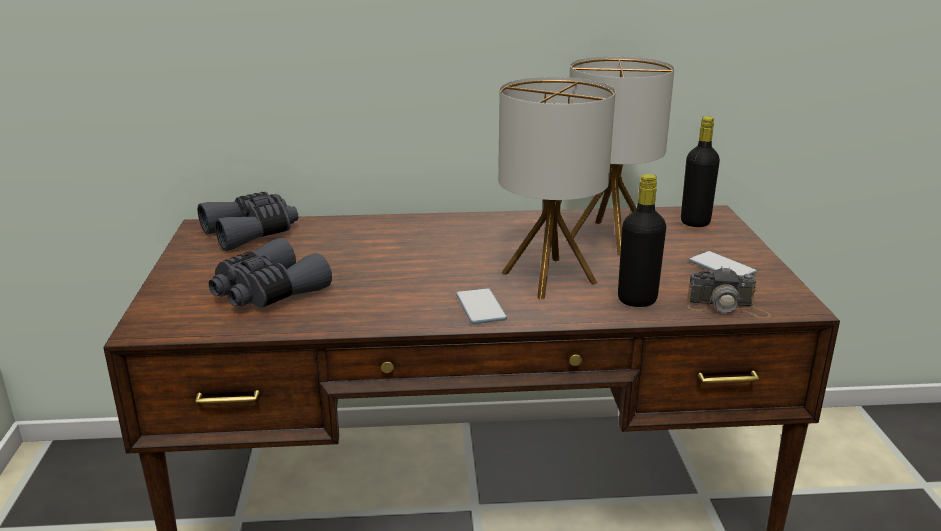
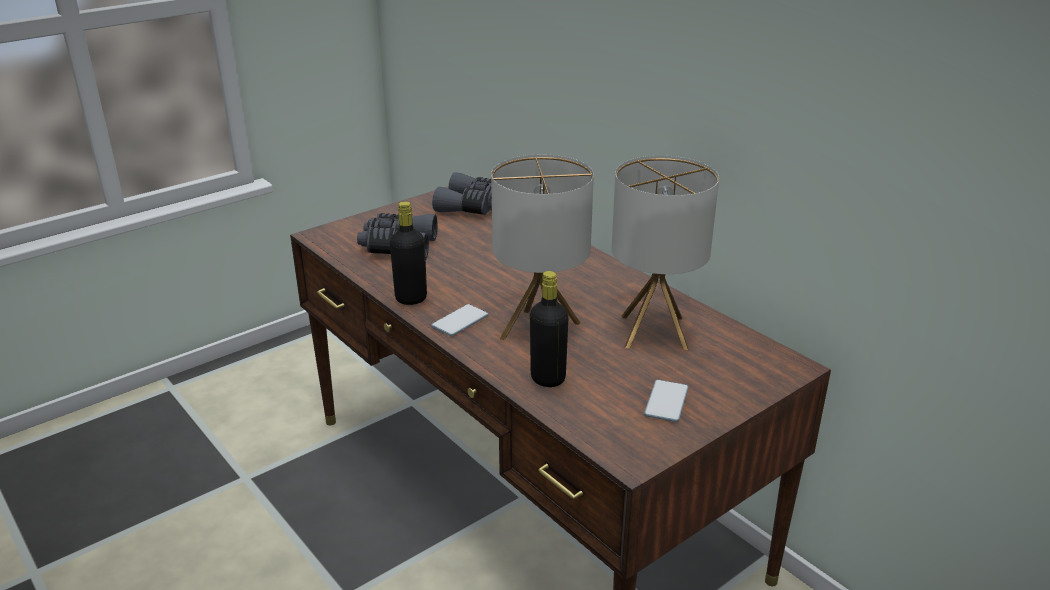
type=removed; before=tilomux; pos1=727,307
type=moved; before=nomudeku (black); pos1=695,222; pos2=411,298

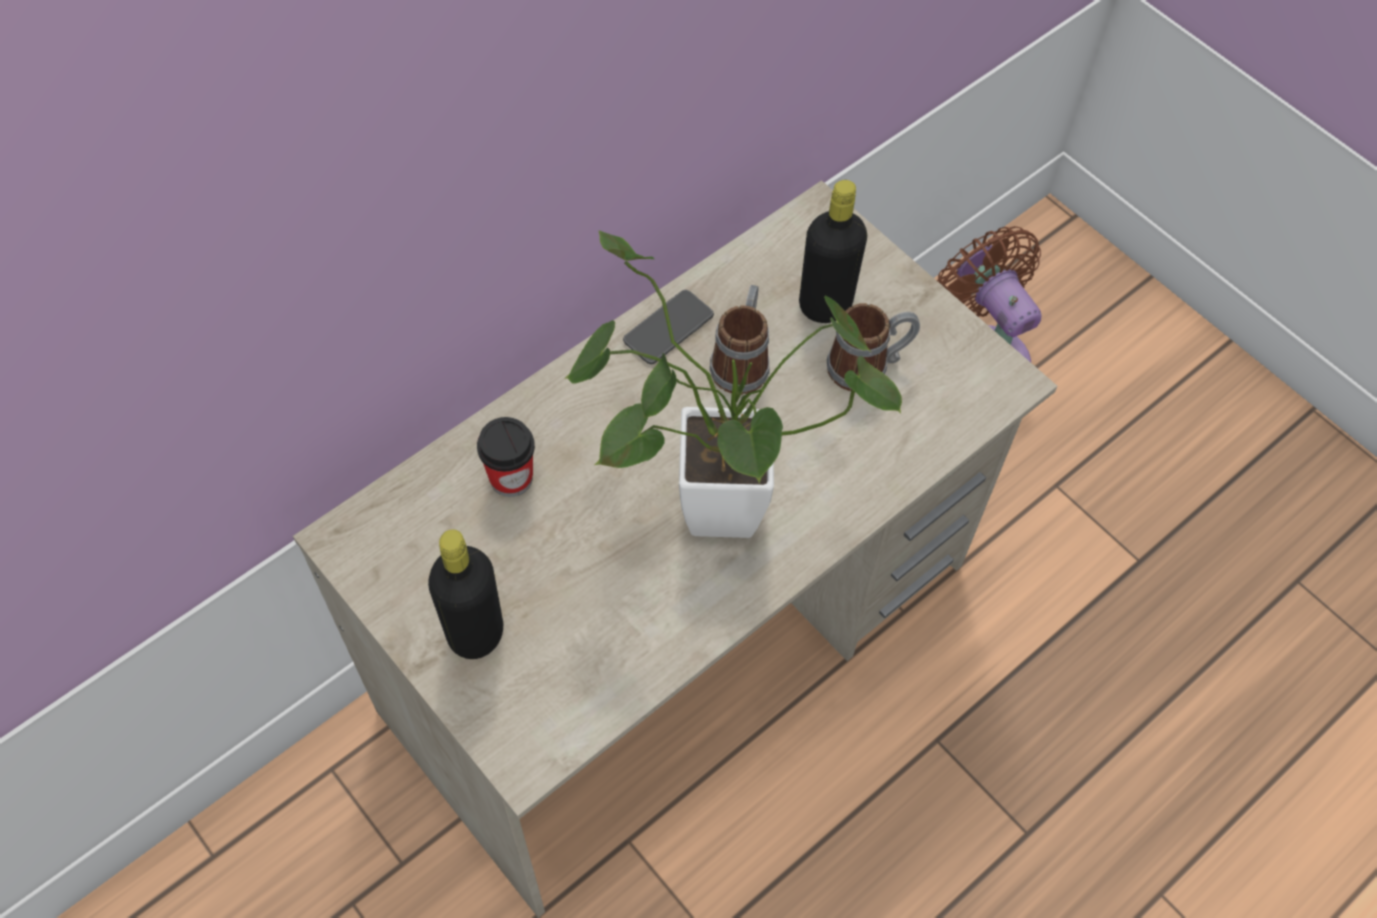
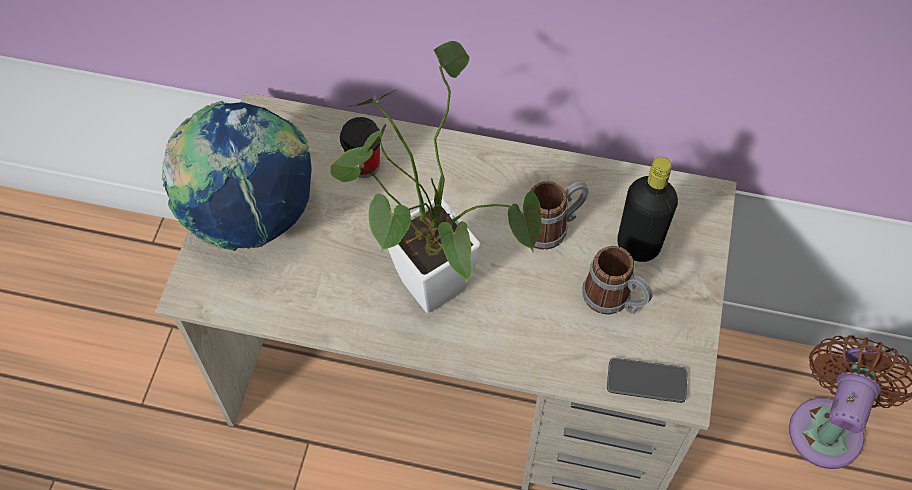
type=moved; before=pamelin; pos1=668,328; pos2=646,381
type=replaced; before=nomudeku (black); after=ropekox; pos1=475,633; pos2=251,215

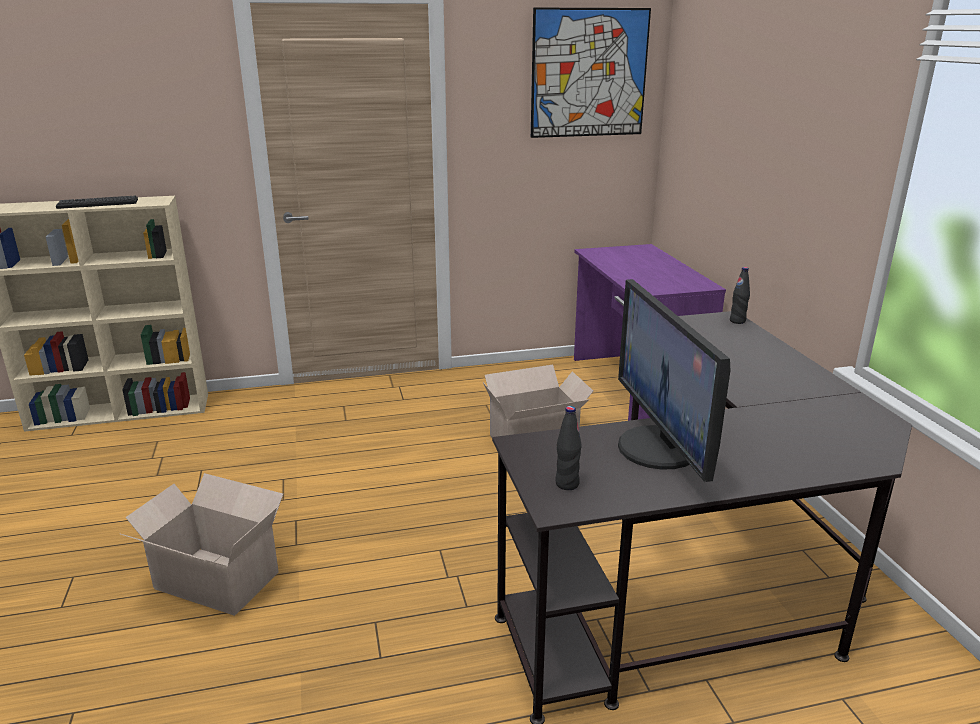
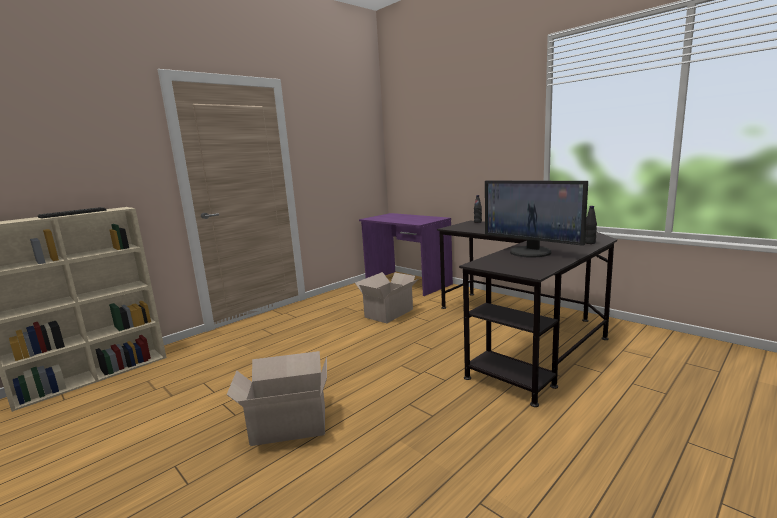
type=removed; before=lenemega; pos1=589,73
type=moved; before=nomudeku (black); pos1=567,484; pos2=589,243

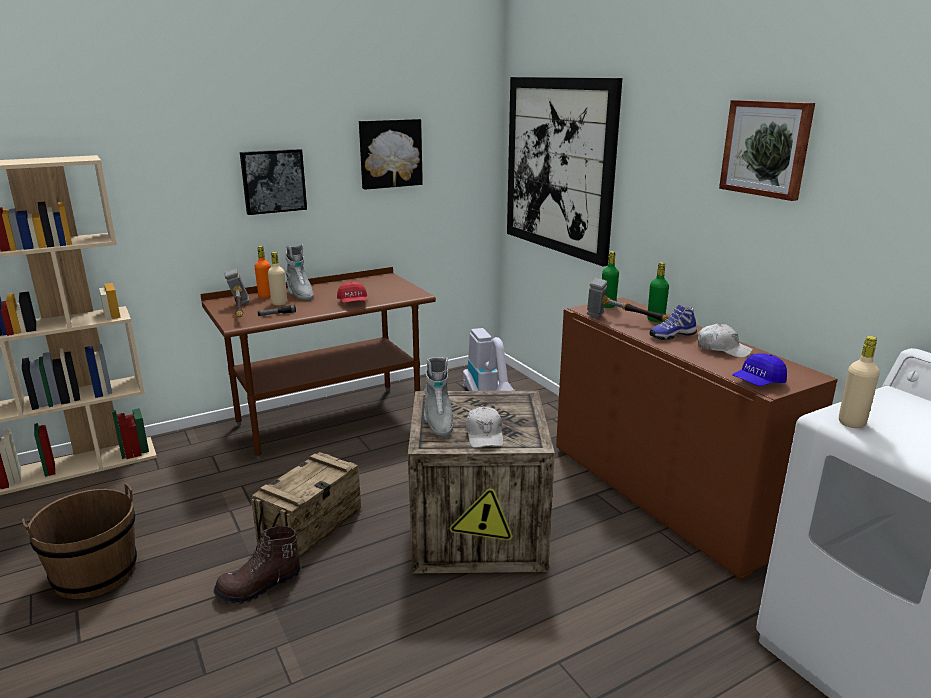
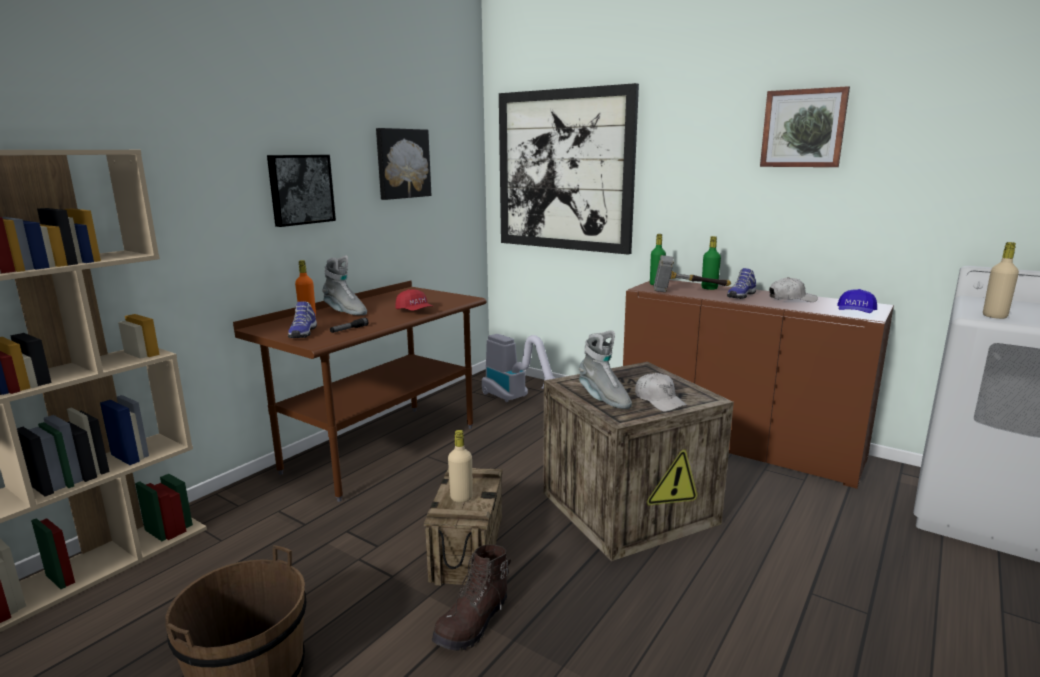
type=moved; before=nomudeku (beige); pos1=279,303; pos2=461,497
type=replaced; before=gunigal; after=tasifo; pos1=240,312; pos2=302,333

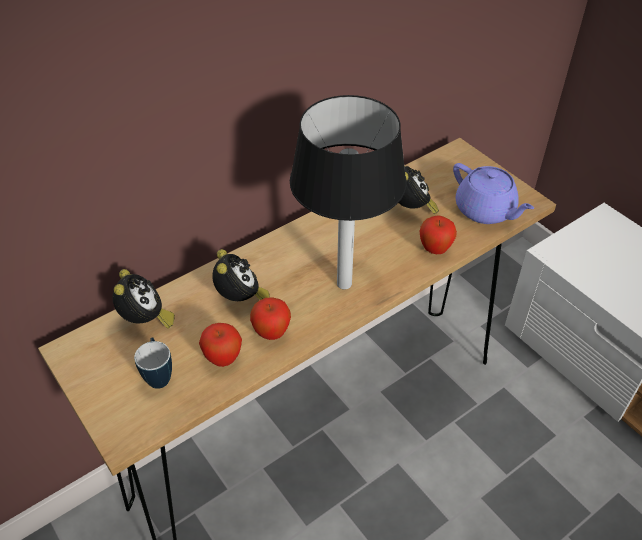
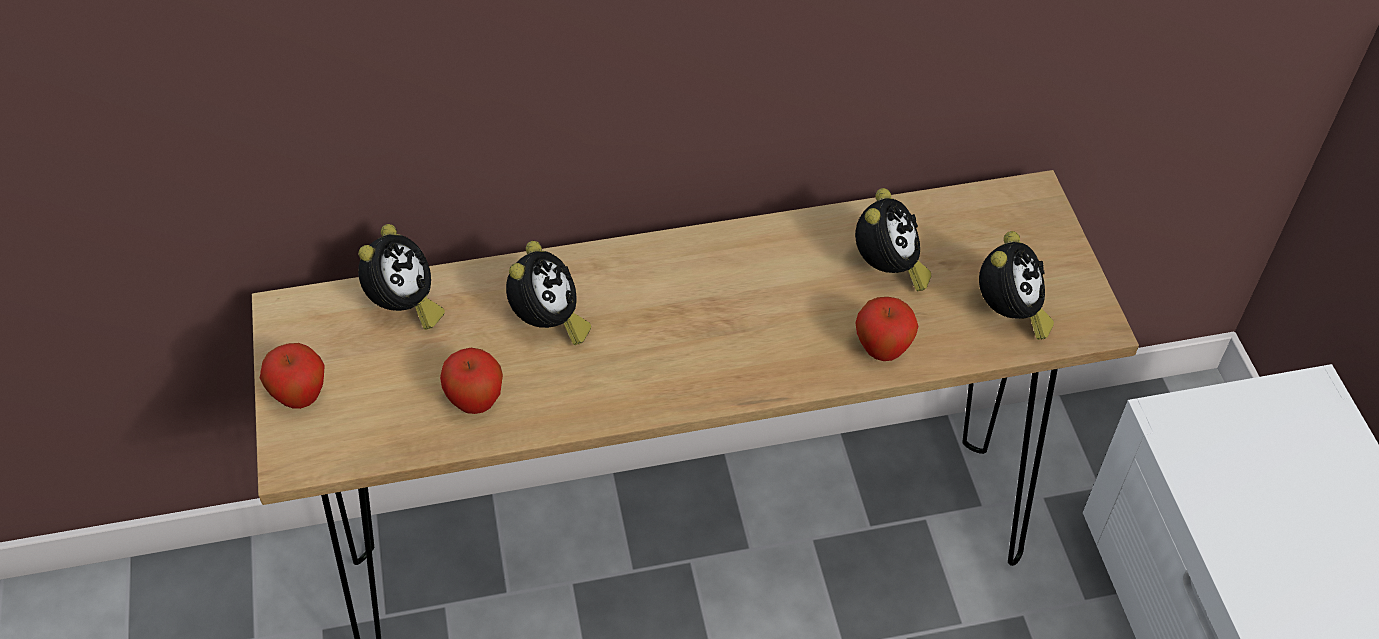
type=removed; before=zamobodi; pos1=159,375
type=removed; before=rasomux; pos1=343,284
type=moved; before=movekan; pos1=271,333; pos2=301,397
type=replaced; before=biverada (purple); after=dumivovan; pos1=486,211; pos2=1009,314

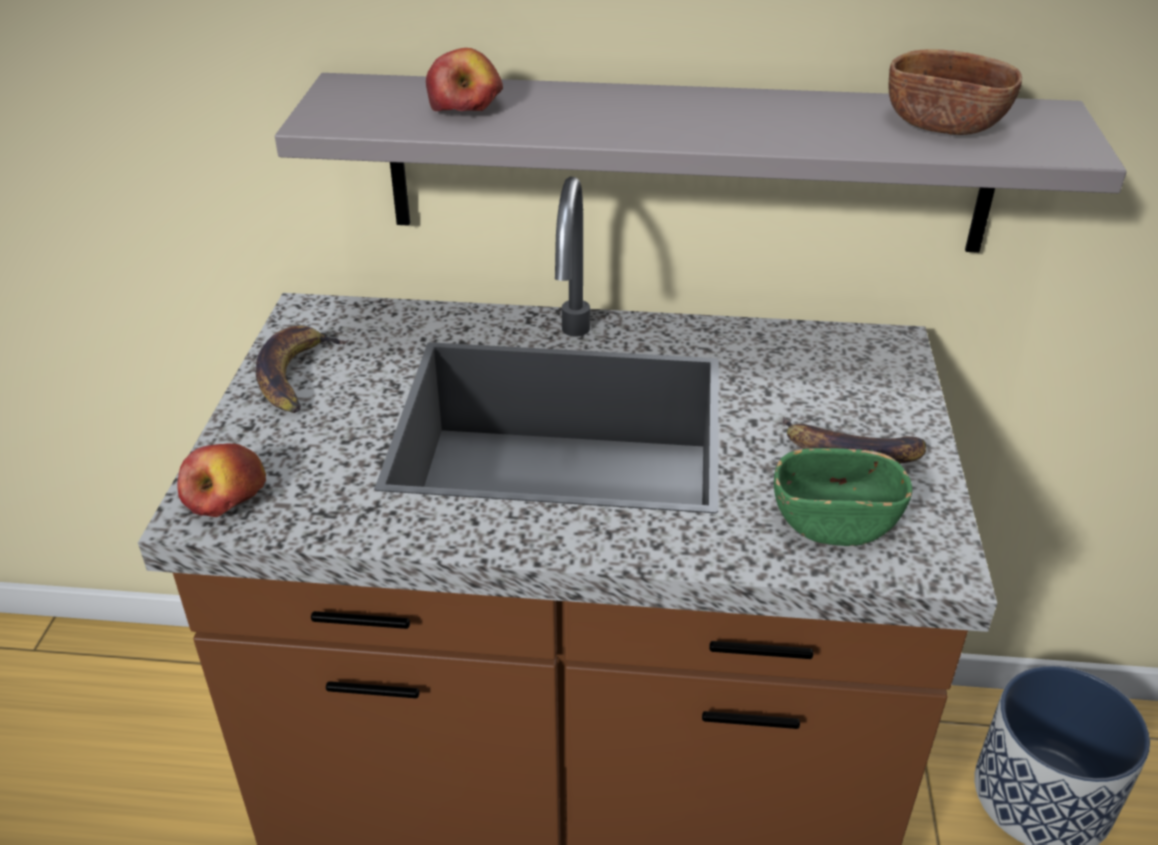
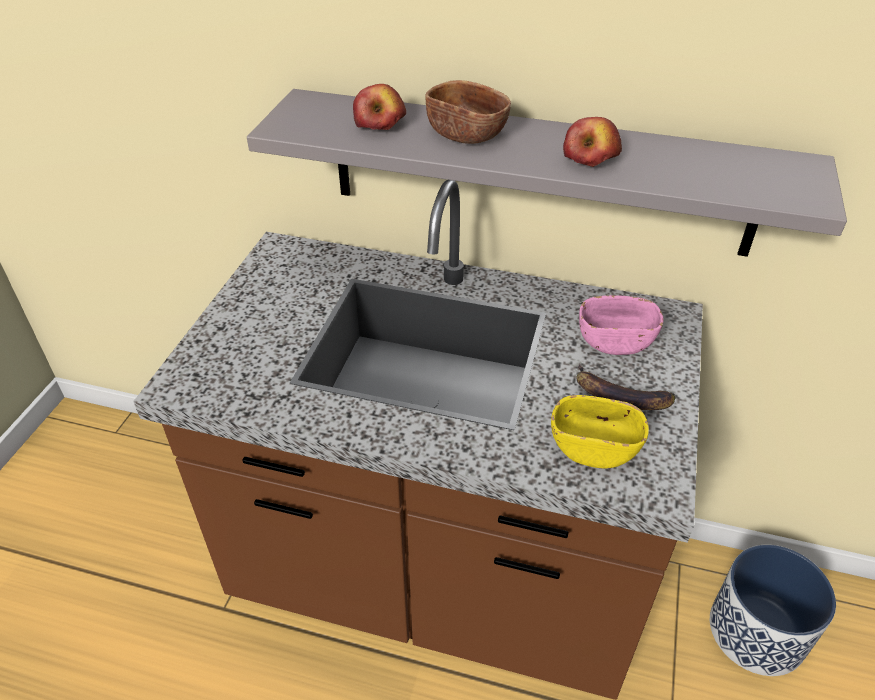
type=removed; before=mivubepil; pos1=296,375
type=added; after=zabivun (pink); pos2=615,341
type=moved; before=movekan; pos1=226,497; pos2=591,158
type=moved; before=zabivun (brown); pos1=944,124; pos2=466,134
type=recoloured; before=zabivun (green); after=zabivun (yellow); pos1=834,522; pos2=594,447

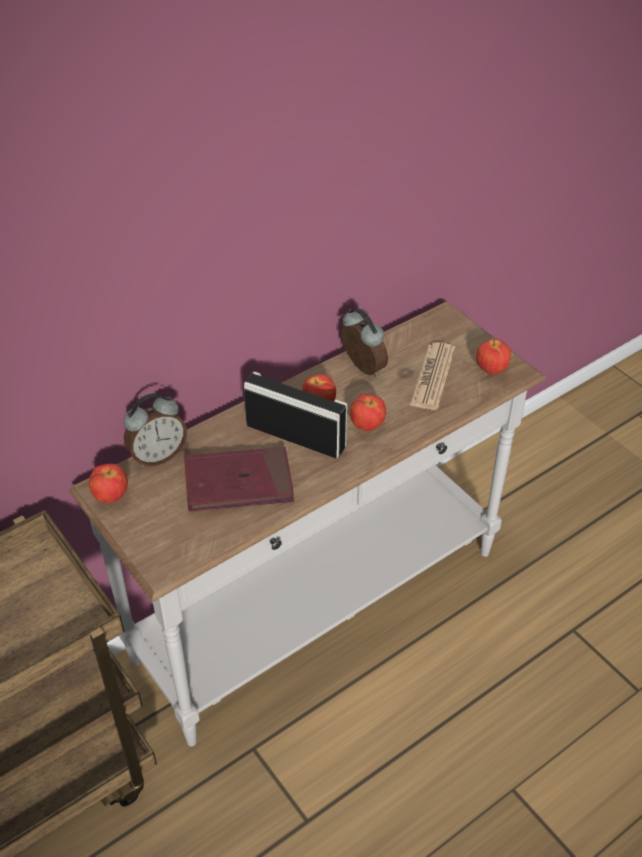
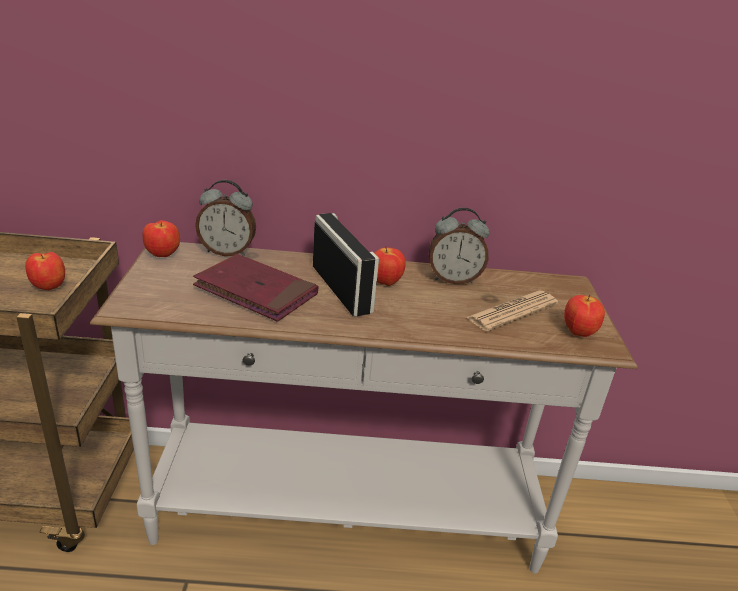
type=moved; before=movekan; pos1=367,426; pos2=49,288
type=turned; before=dumivovan; pos1=362,369; pos2=453,279; turn=90

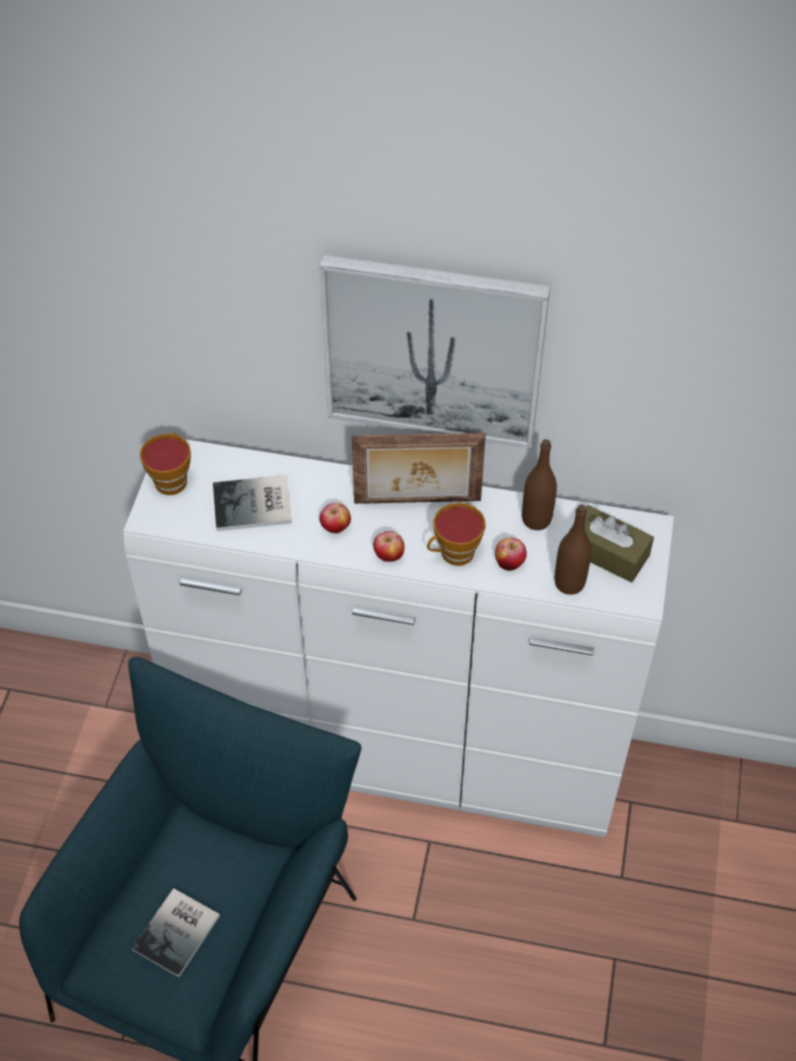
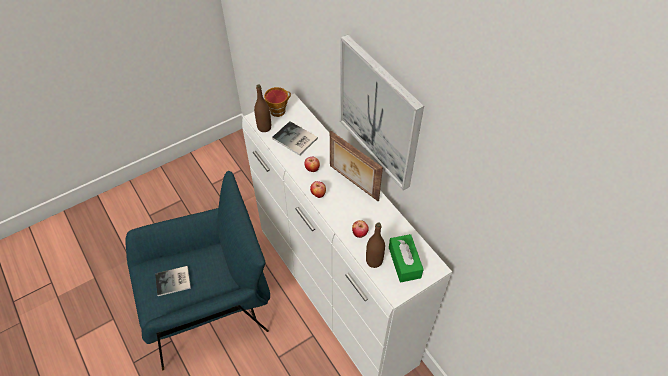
type=removed; before=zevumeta; pos1=454,554
type=moved; before=nomudeku (brown); pos1=536,519; pos2=264,127
type=recoloured; before=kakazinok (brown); after=kakazinok (green); pos1=607,553; pos2=404,262

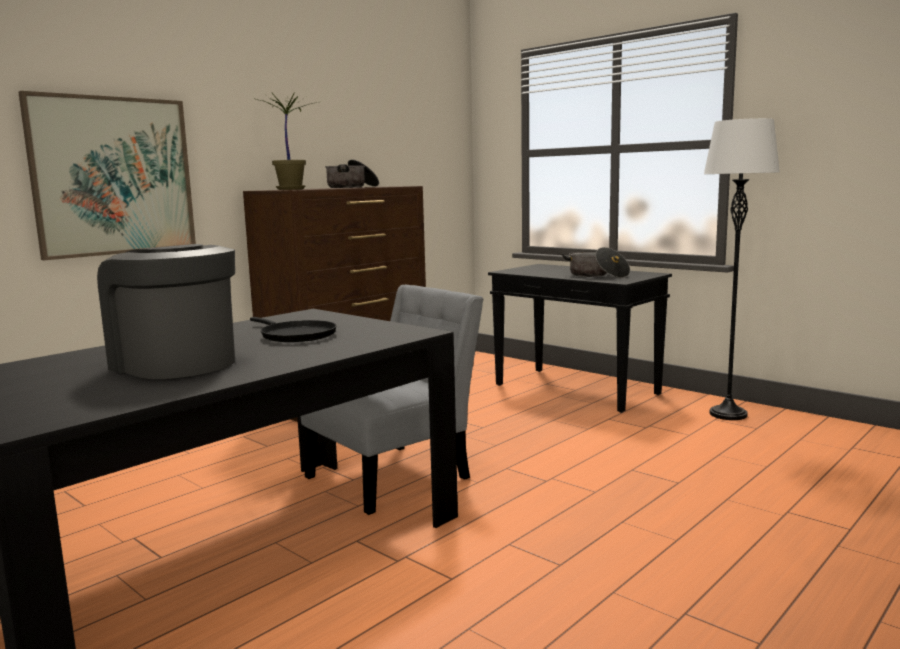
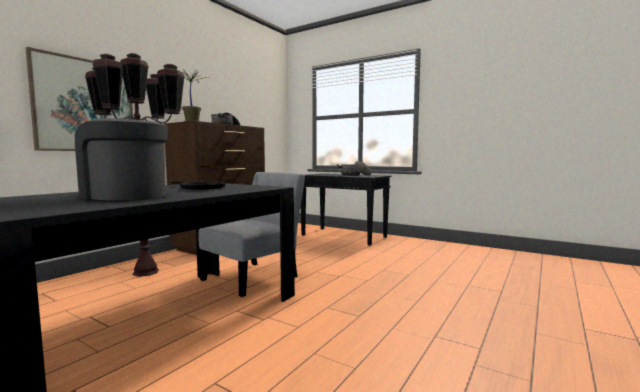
type=removed; before=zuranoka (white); pos1=728,414
type=added; after=zuranoka (brown); pos2=145,272

